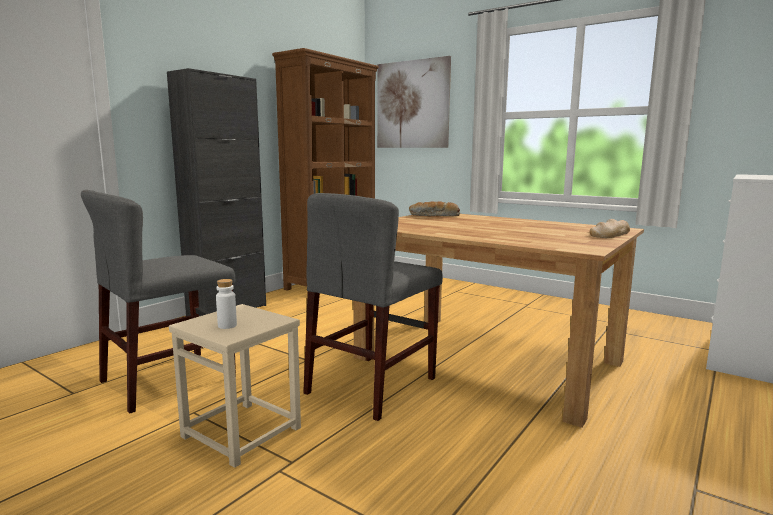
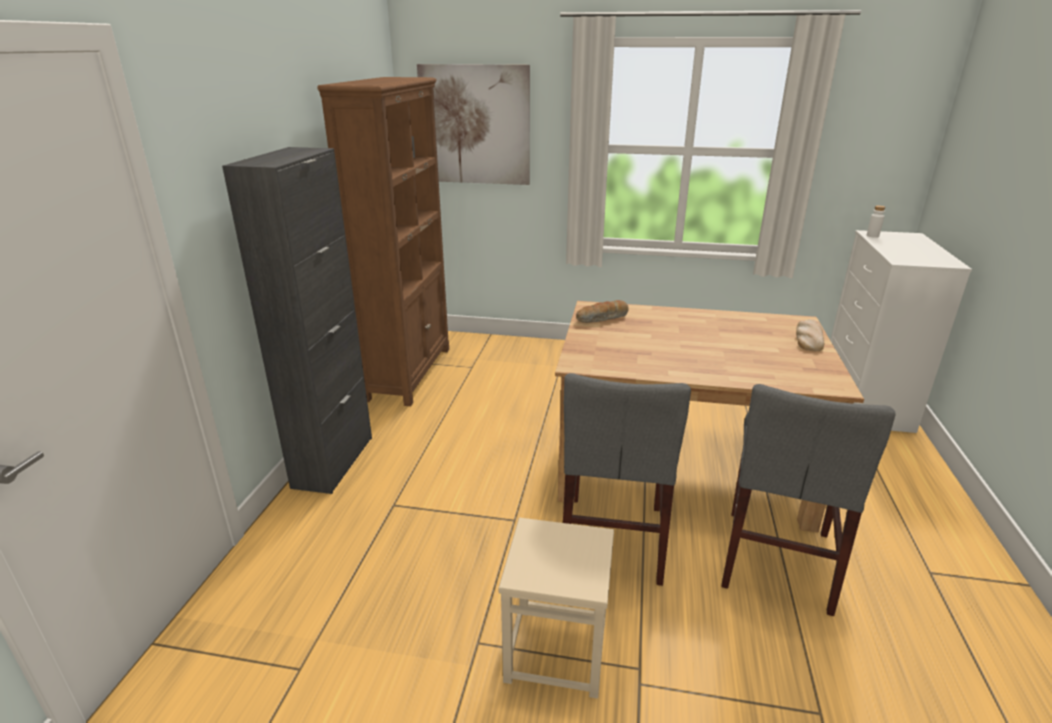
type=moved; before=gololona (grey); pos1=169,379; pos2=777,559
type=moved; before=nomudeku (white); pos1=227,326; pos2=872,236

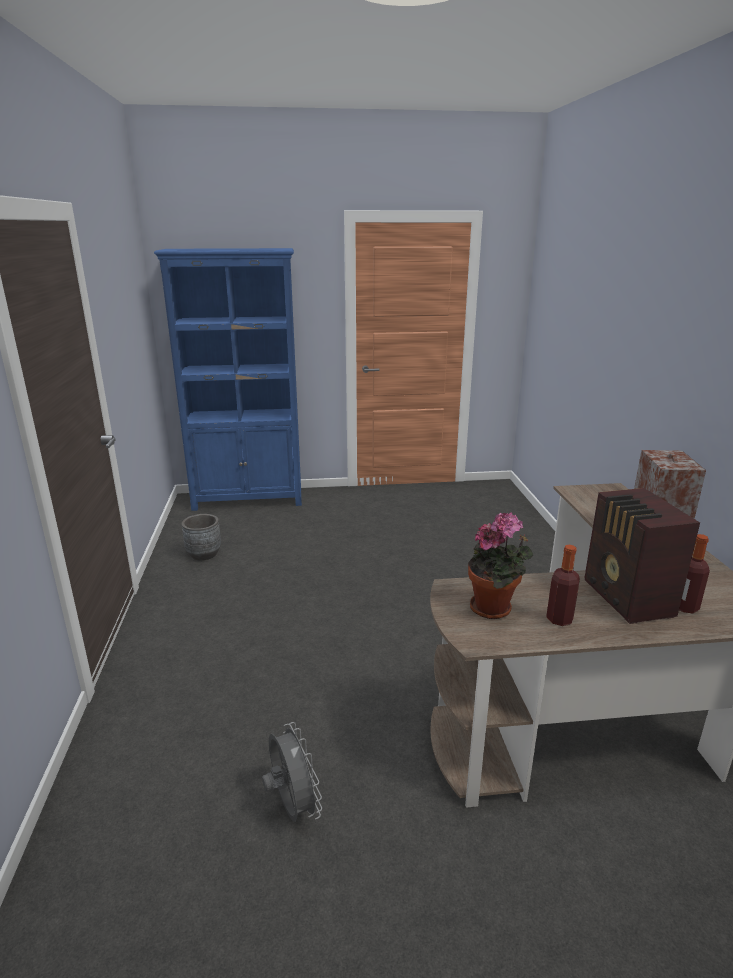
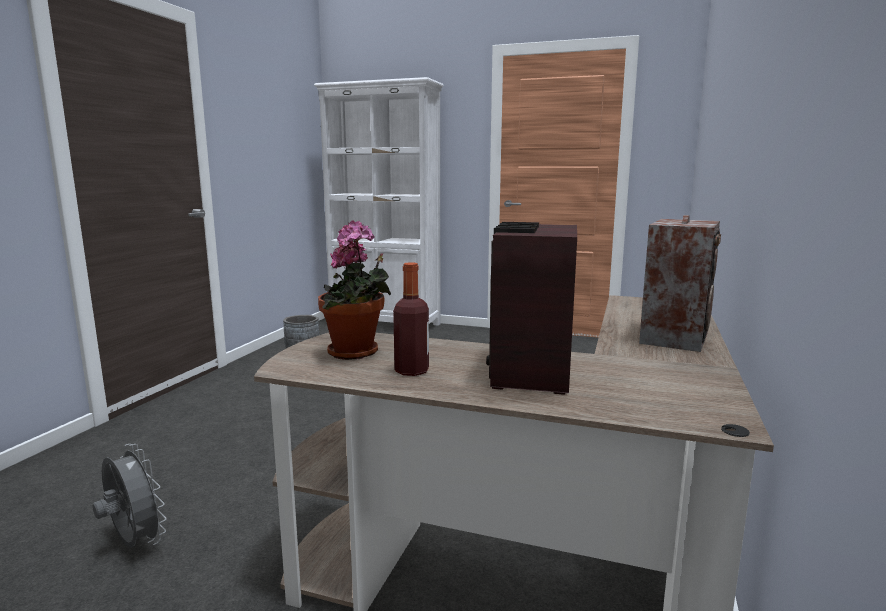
type=removed; before=nomudeku; pos1=684,607
type=recoloured; before=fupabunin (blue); after=fupabunin (white); pos1=249,499; pos2=386,324
type=turned; before=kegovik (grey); pos1=292,806; pos2=134,543; turn=-45

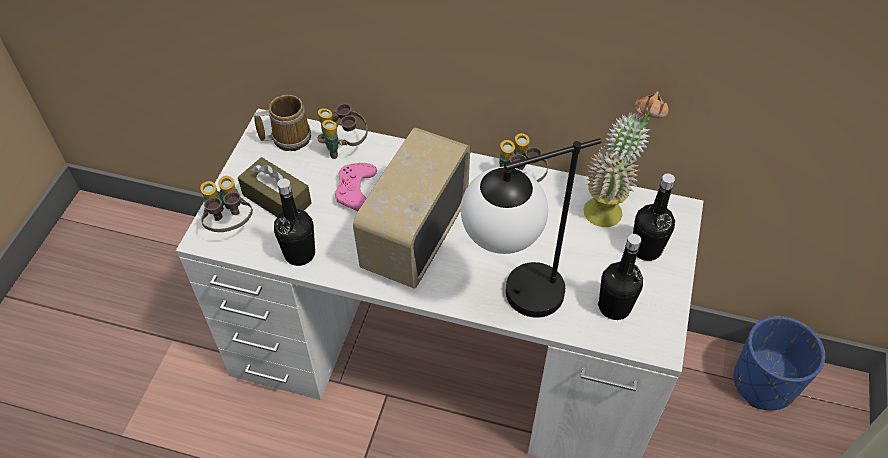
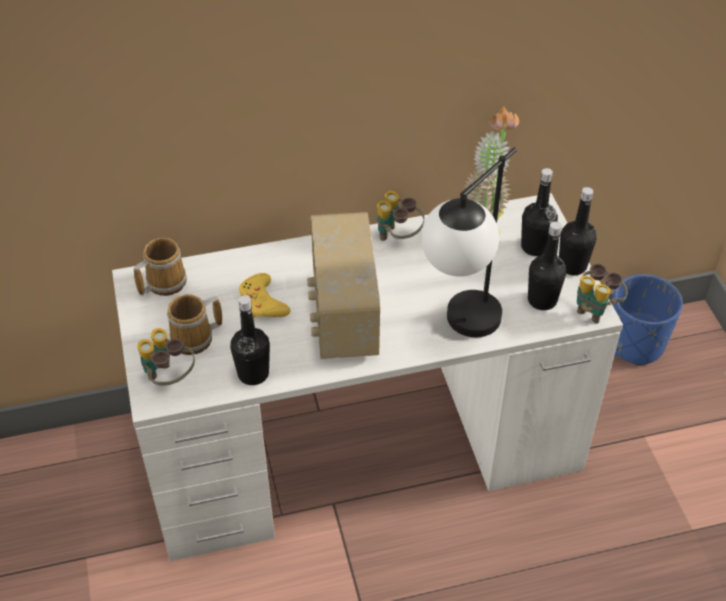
type=added; after=nomudeku (black); pos2=572,266
type=moved; before=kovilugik; pos1=344,147; pos2=595,309
type=replaced; before=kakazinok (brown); after=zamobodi; pos1=277,199; pos2=195,338
type=recoloured; before=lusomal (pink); after=lusomal (yellow); pos1=356,191; pos2=263,302

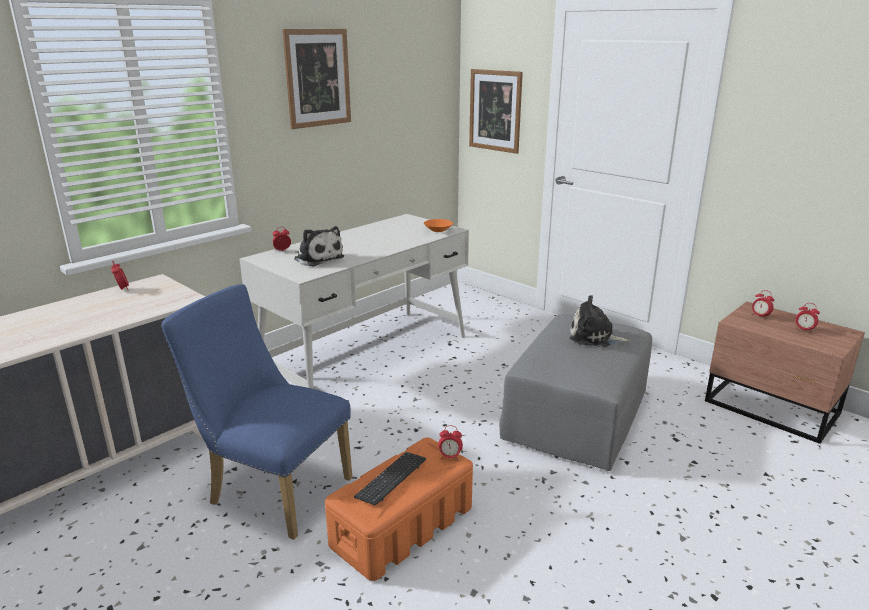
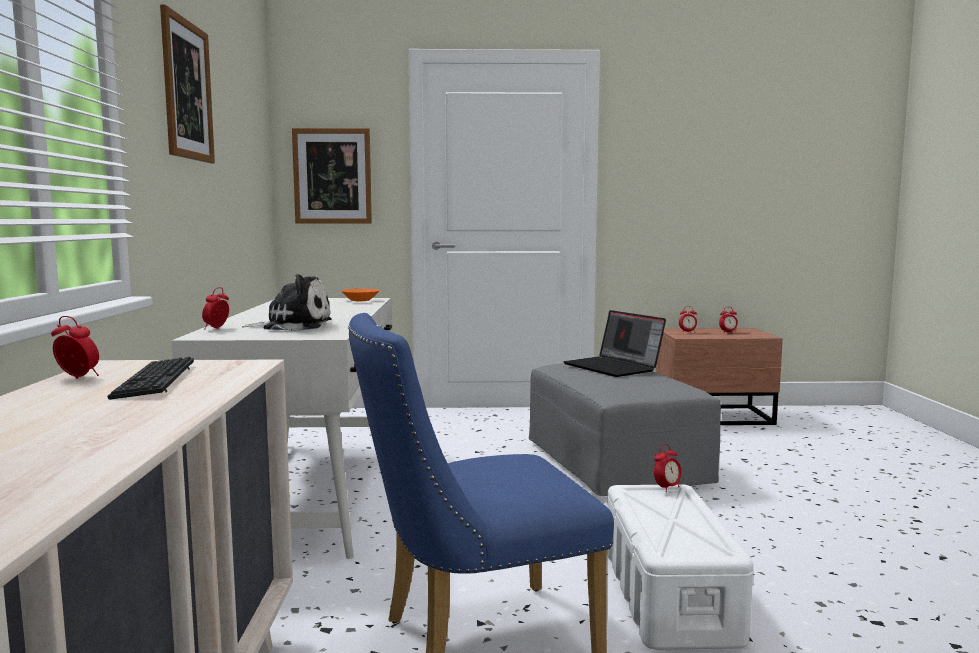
type=moved; before=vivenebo; pos1=391,479; pos2=155,381
type=replaced; before=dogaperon; after=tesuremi; pos1=594,337; pos2=614,367
type=recoloured; before=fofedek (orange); after=fofedek (white); pos1=402,527; pos2=669,596

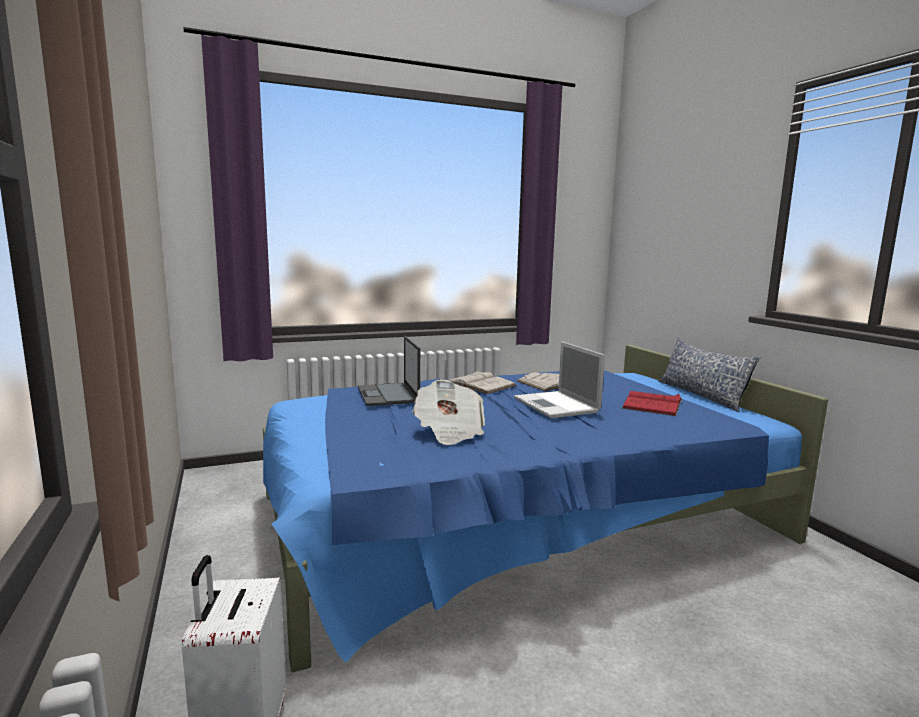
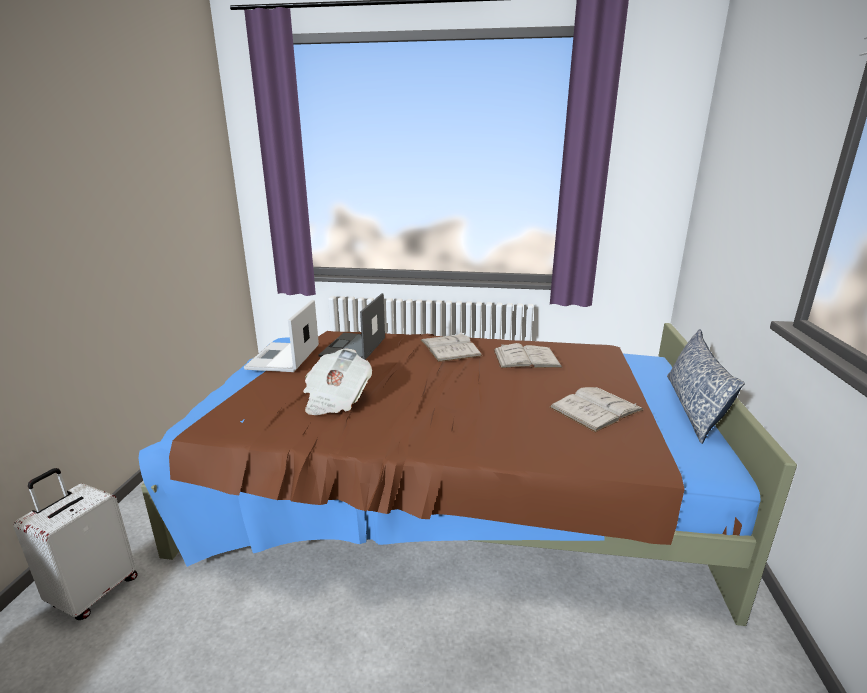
type=moved; before=tesuremi; pos1=557,405; pos2=283,358
type=recoloured; before=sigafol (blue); after=sigafol (brown); pos1=514,518; pos2=445,484
type=recoloured; before=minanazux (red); after=minanazux (white); pos1=652,404; pos2=596,408

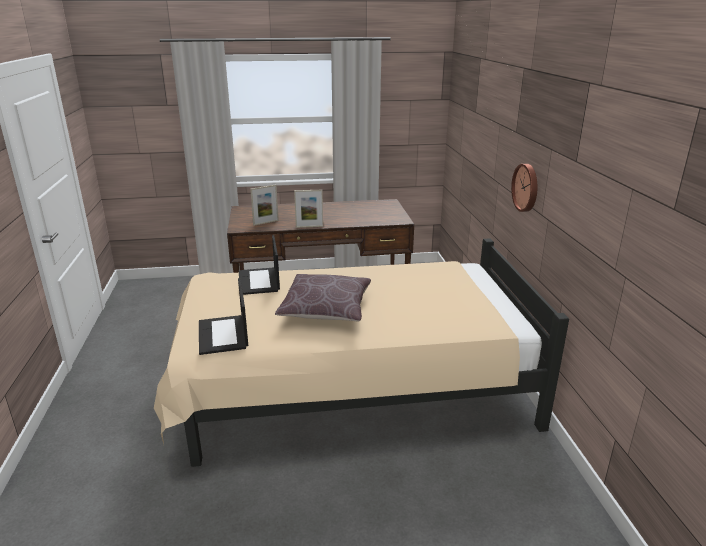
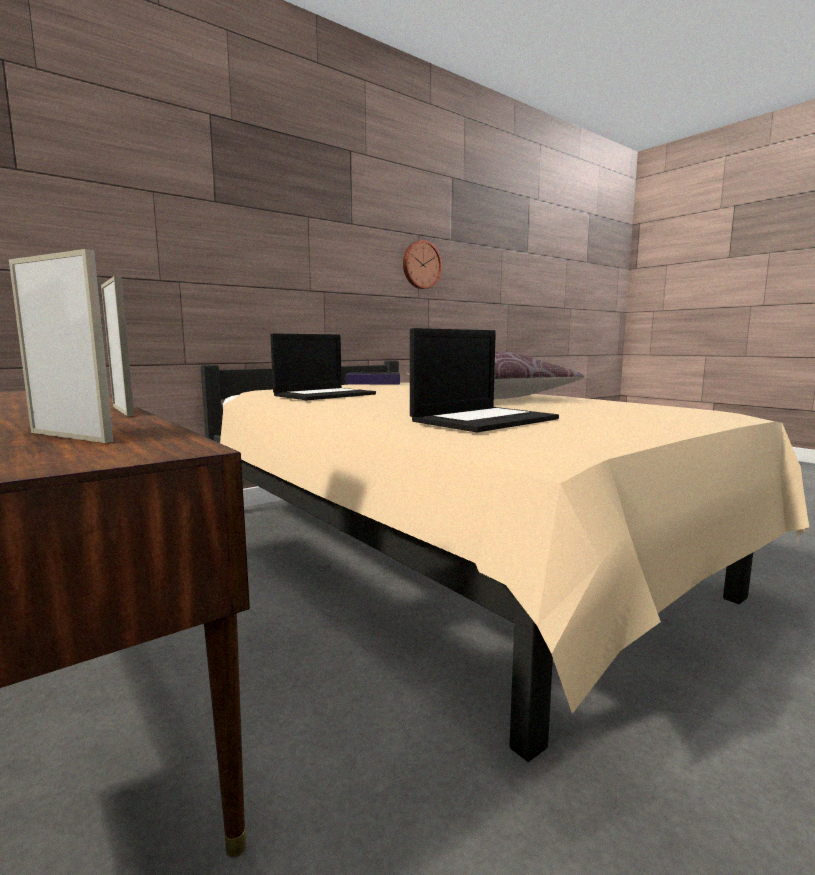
type=added; after=minanazux; pos2=373,383
type=moved; before=tesuremi; pos1=223,335; pos2=325,395
type=moved; before=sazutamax; pos1=526,187; pos2=420,265

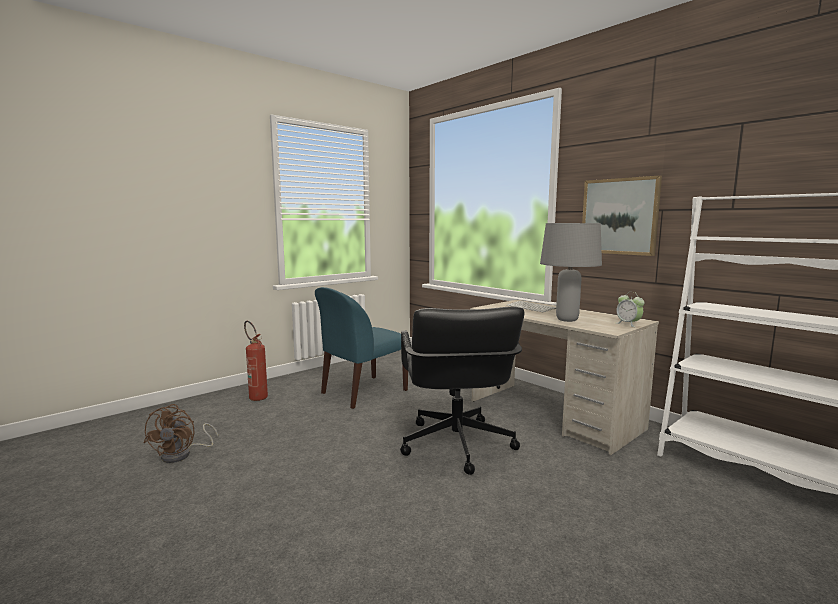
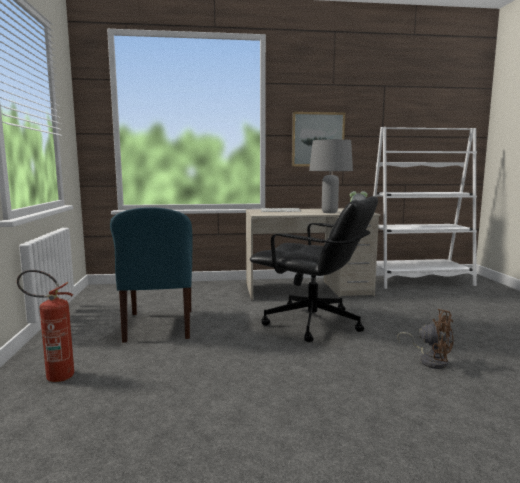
type=moved; before=kegovik (brown); pos1=182,454; pos2=430,360

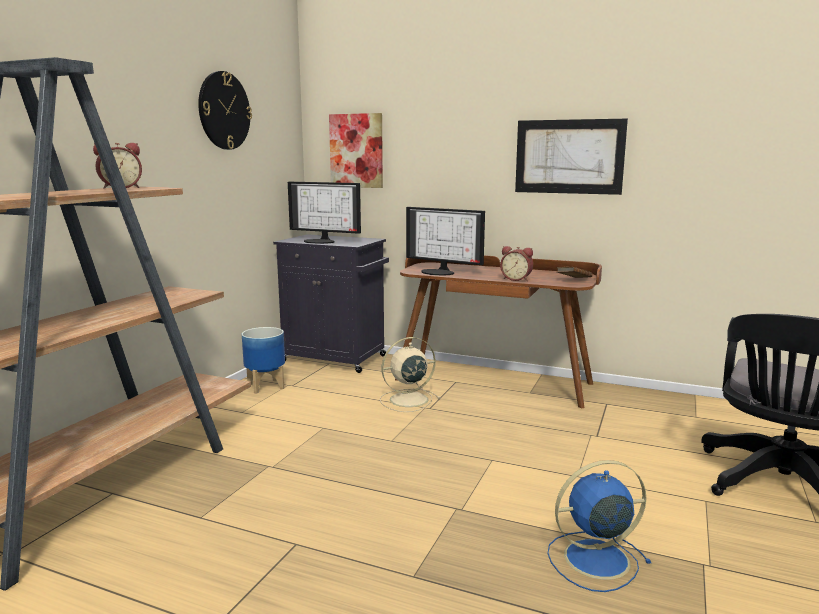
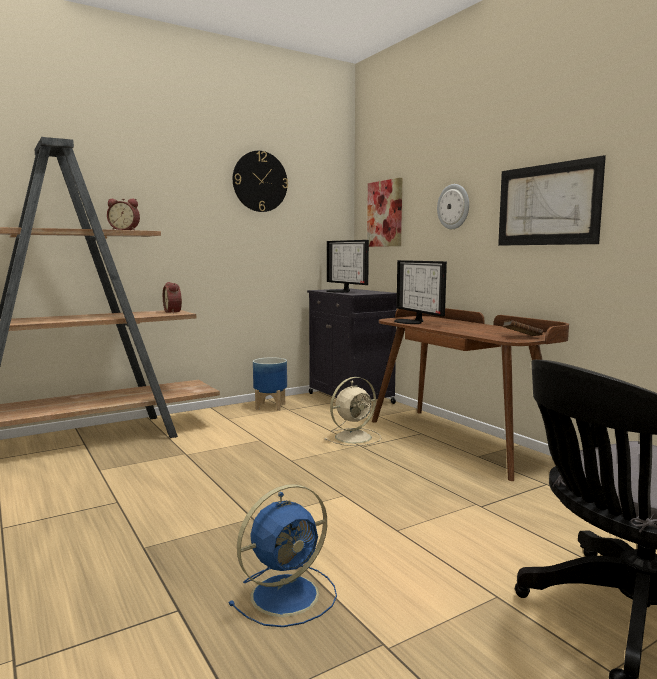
type=added; after=sazutamax; pos2=454,206
type=moved; before=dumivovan; pos1=516,279; pos2=174,312
type=turned; before=kegovik (beige); pos1=407,400; pos2=354,437; turn=135
type=turned; before=kegovik (blue); pos1=593,559; pos2=287,594; turn=120

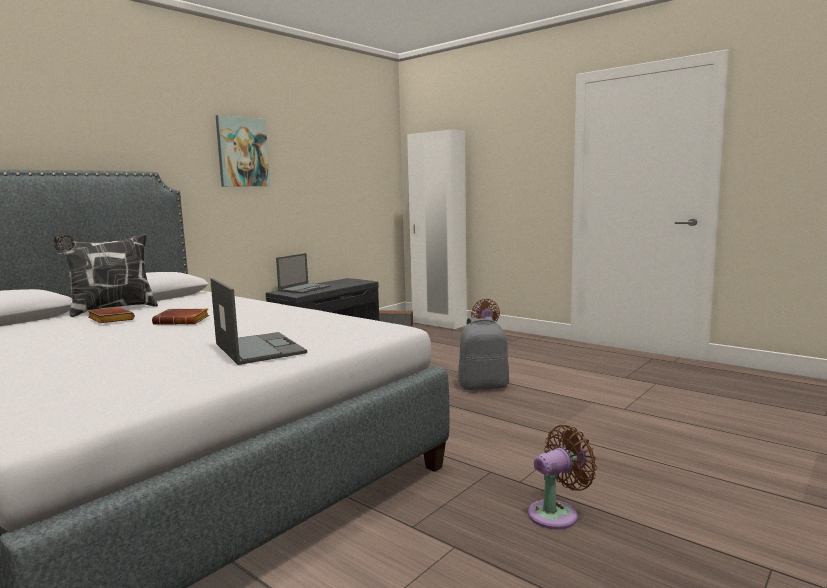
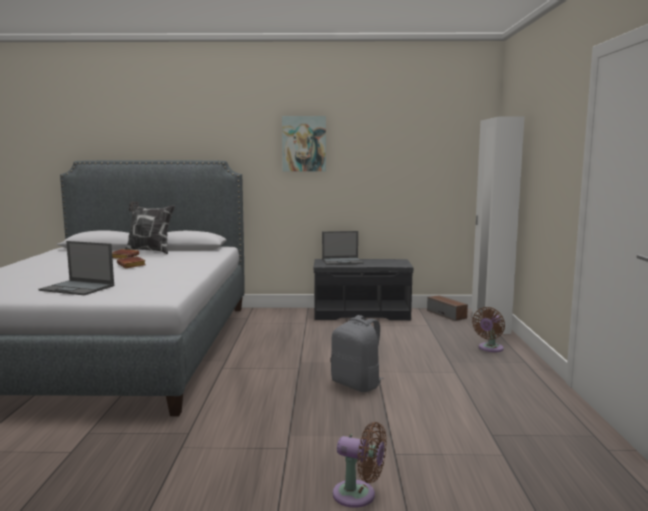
type=moved; before=kegovik (brown); pos1=557,513; pos2=358,495
type=turned; before=tesuremi; pos1=258,348; pos2=78,288; turn=90

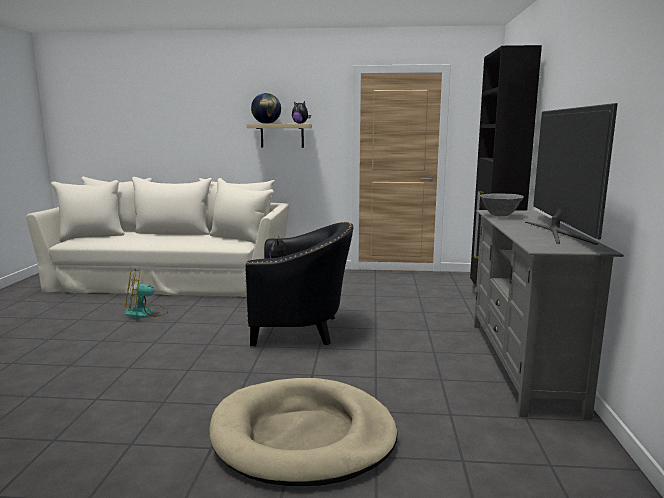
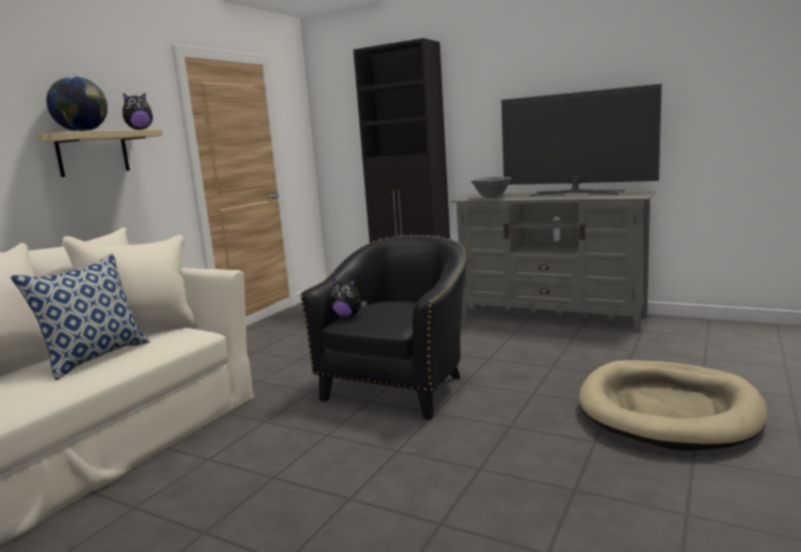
type=removed; before=kegovik; pos1=146,313
type=added; after=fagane; pos2=96,358

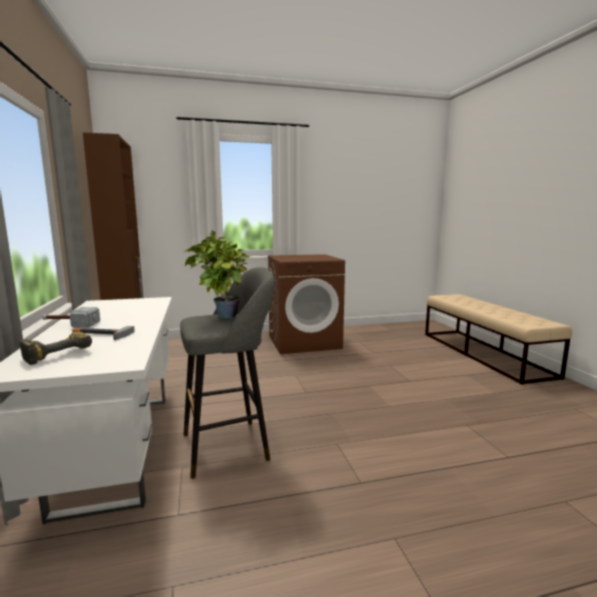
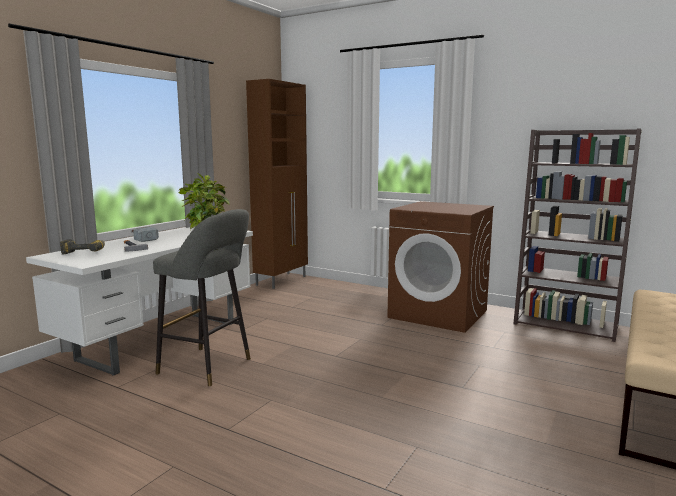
type=added; after=fupabunin (brown); pos2=566,325

